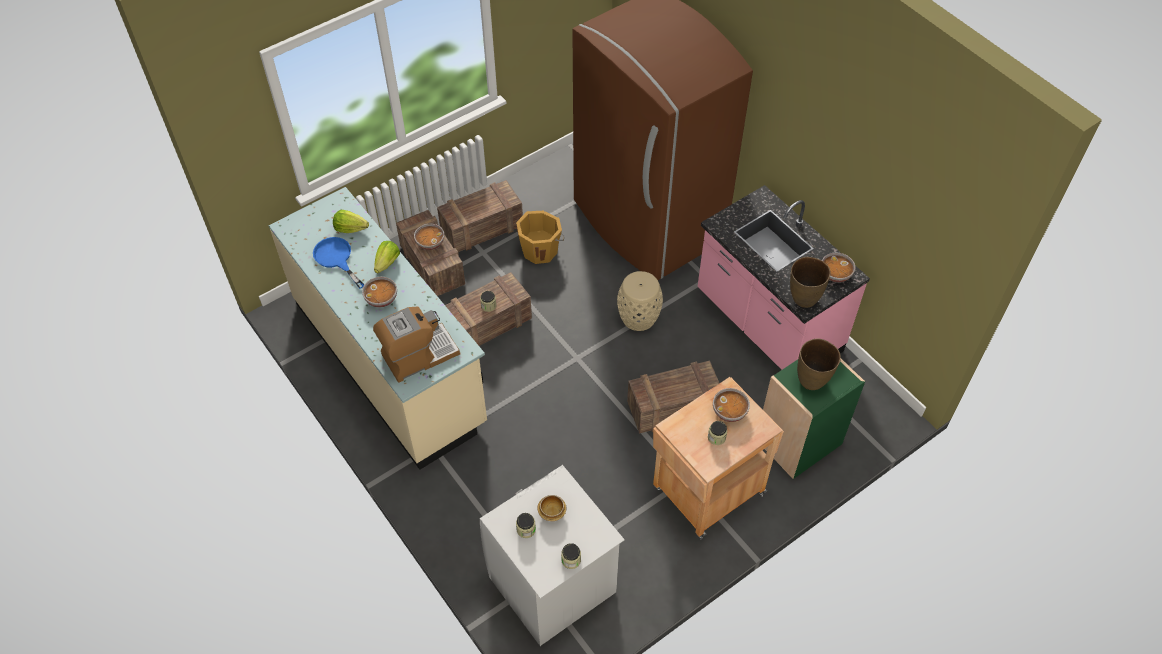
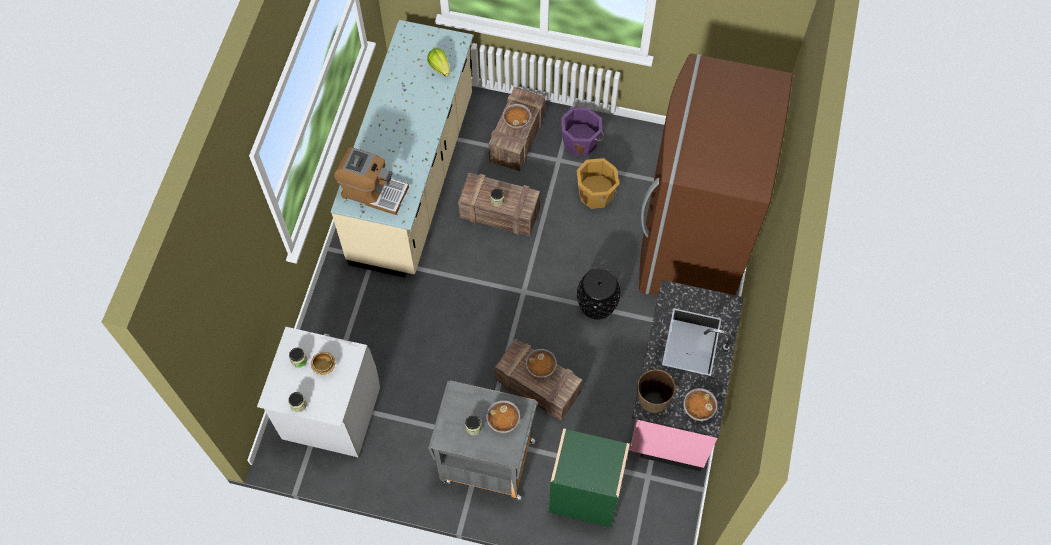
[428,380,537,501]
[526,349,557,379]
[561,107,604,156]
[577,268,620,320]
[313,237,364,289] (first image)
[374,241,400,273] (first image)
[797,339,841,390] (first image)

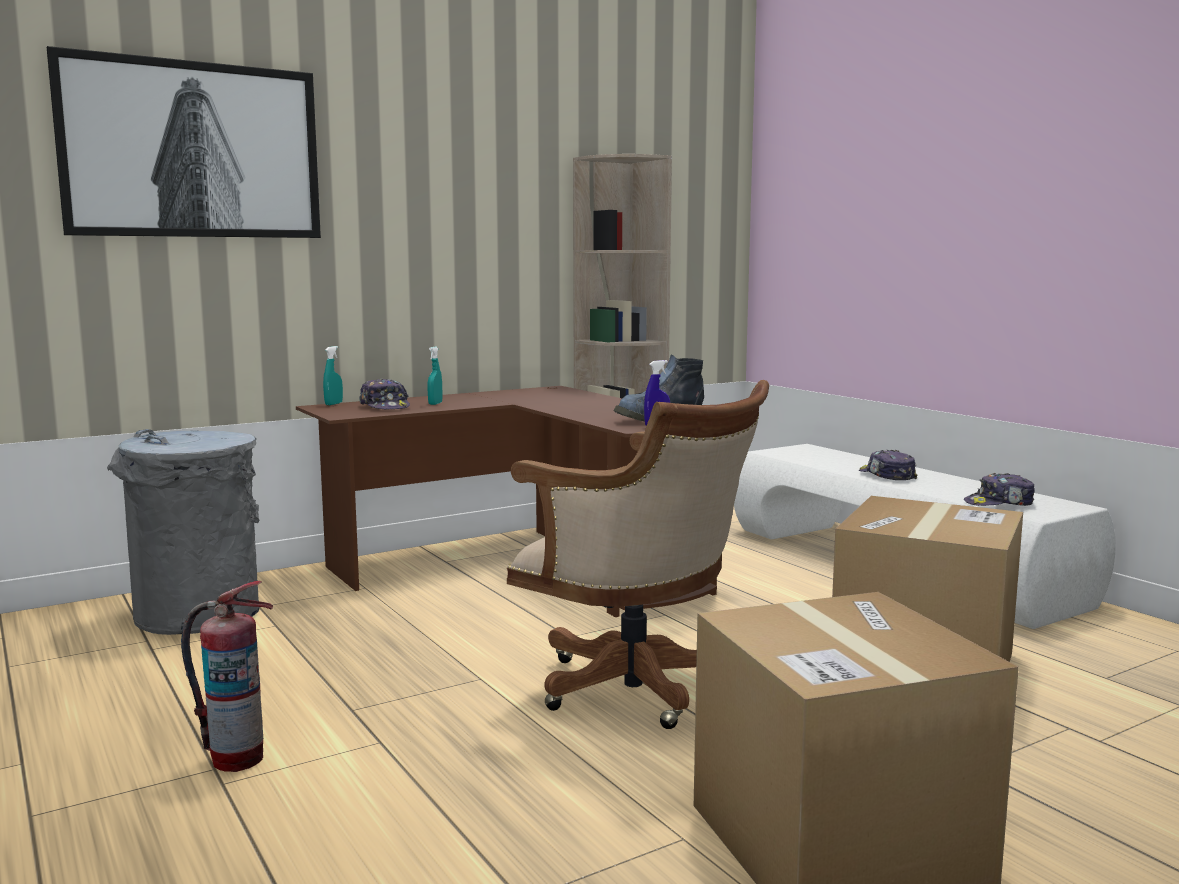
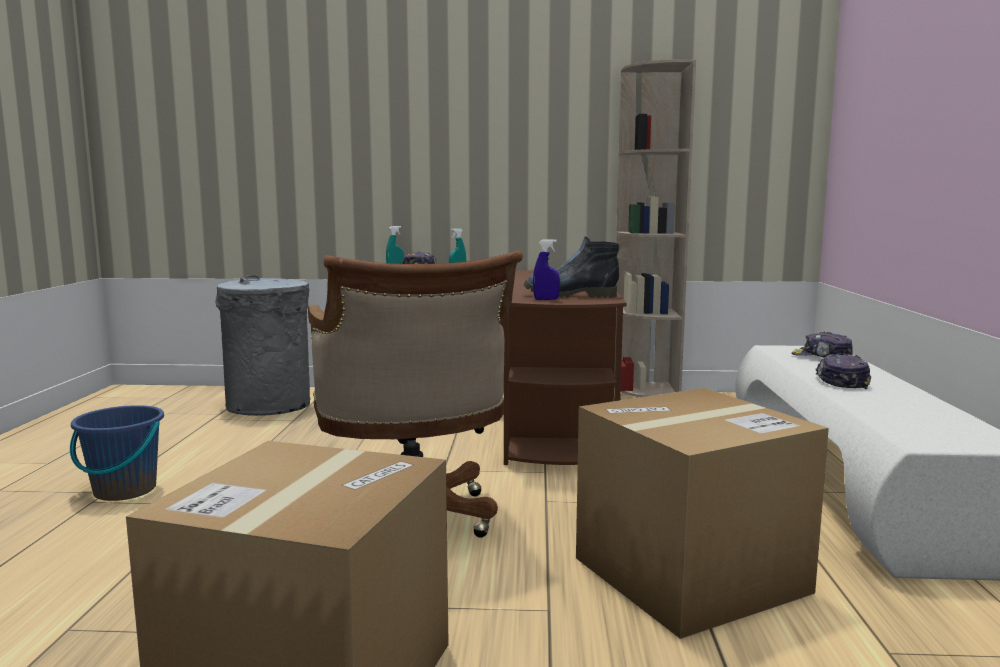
[70,405,164,501]
[791,332,853,358]
[47,46,321,238] (first image)

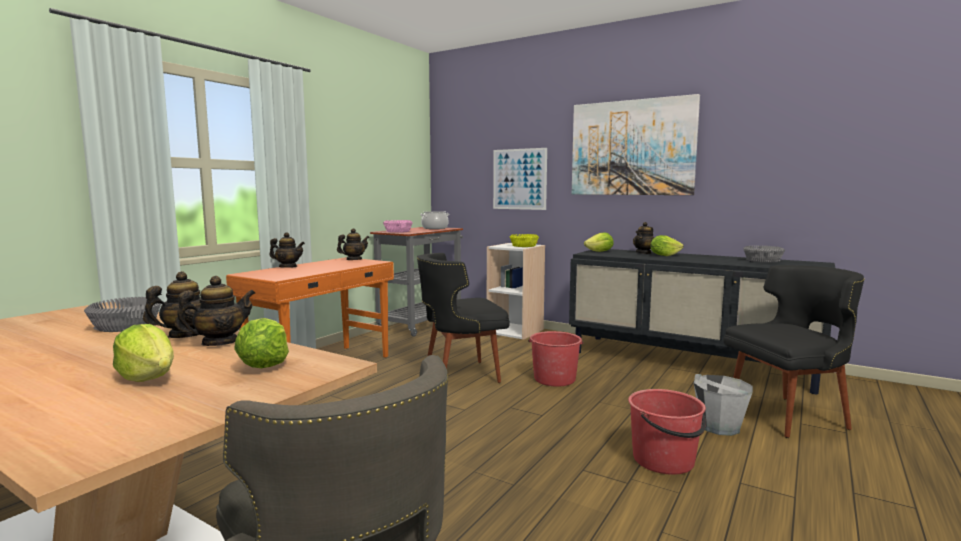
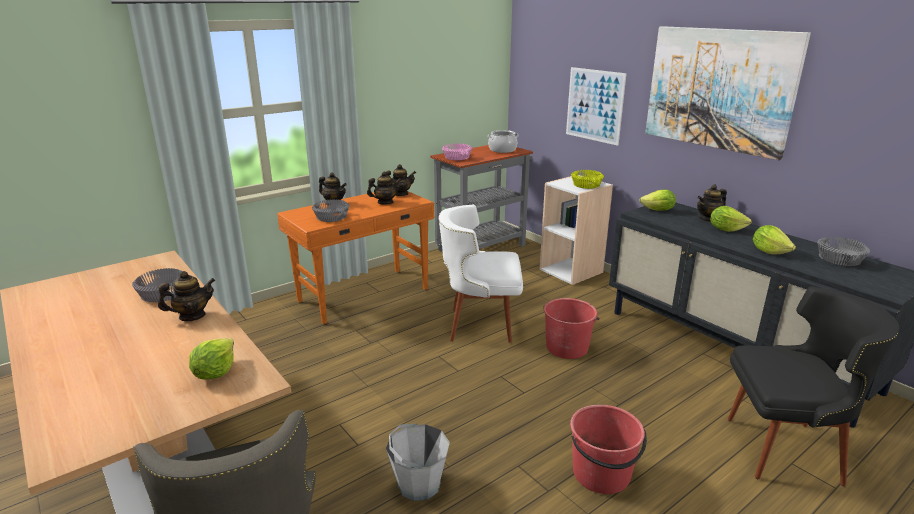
[312,199,350,222]
[367,171,401,205]
[386,424,450,501]
[439,205,523,343]
[753,225,796,255]

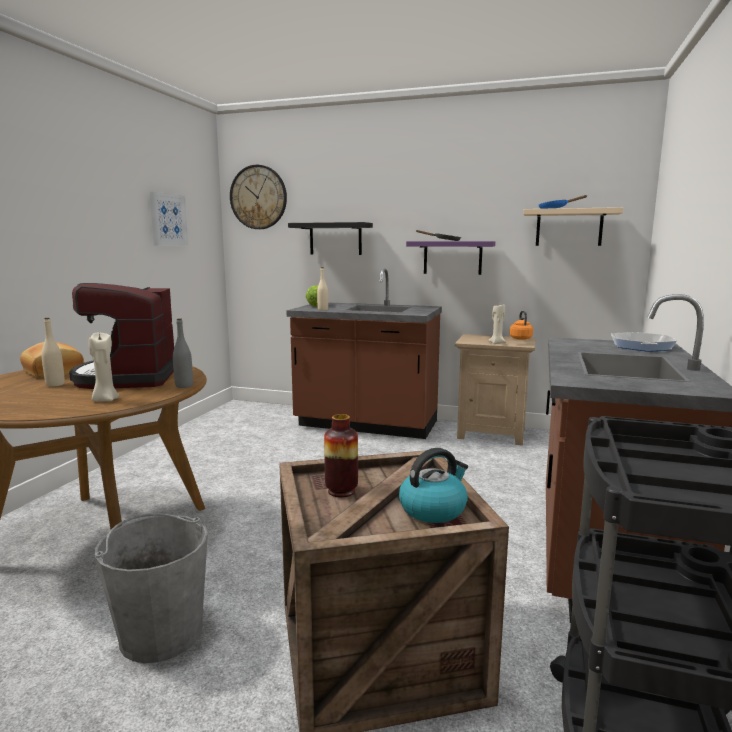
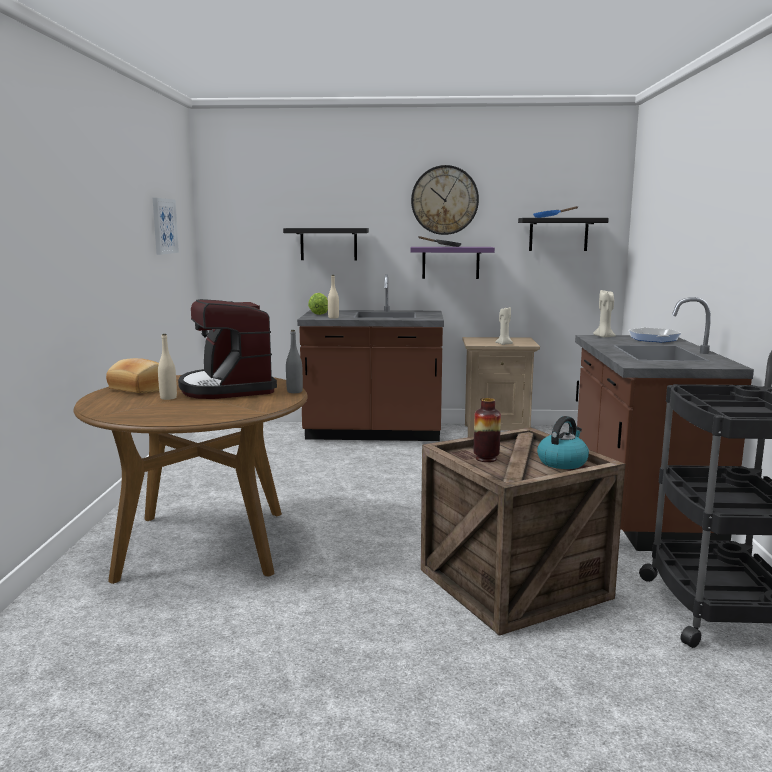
[411,165,479,235]
[518,218,609,251]
[593,289,616,338]
[95,513,208,663] (first image)
[510,311,533,340] (first image)

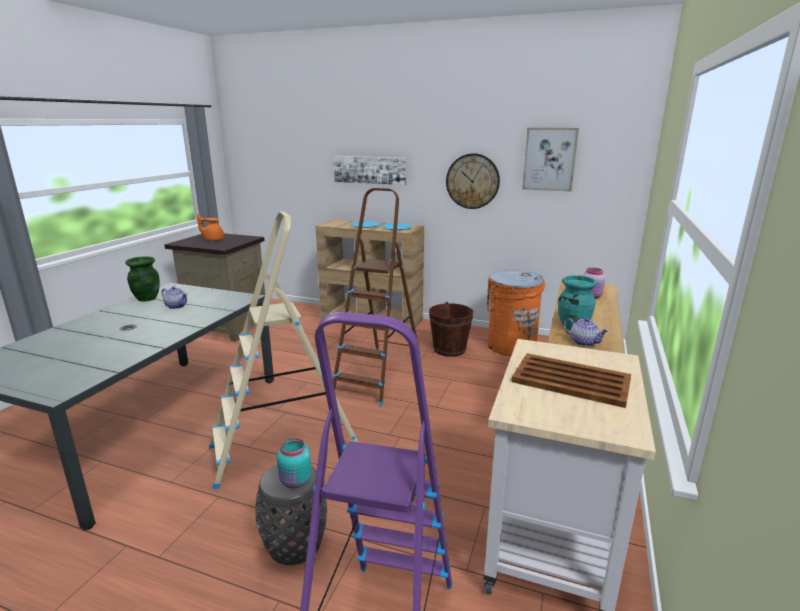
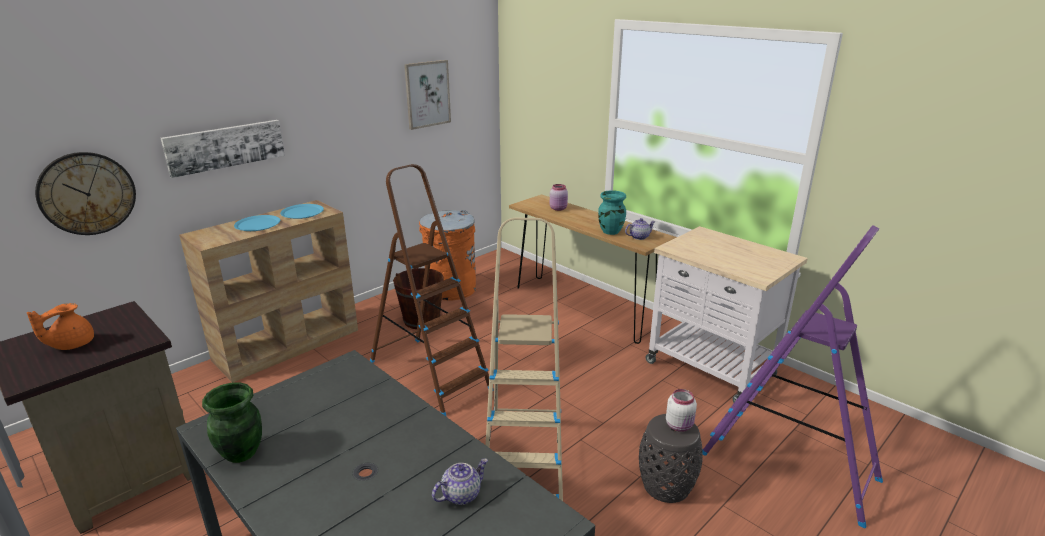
[35,152,136,235]
[432,458,488,505]
[666,389,697,432]
[511,353,631,408] (first image)

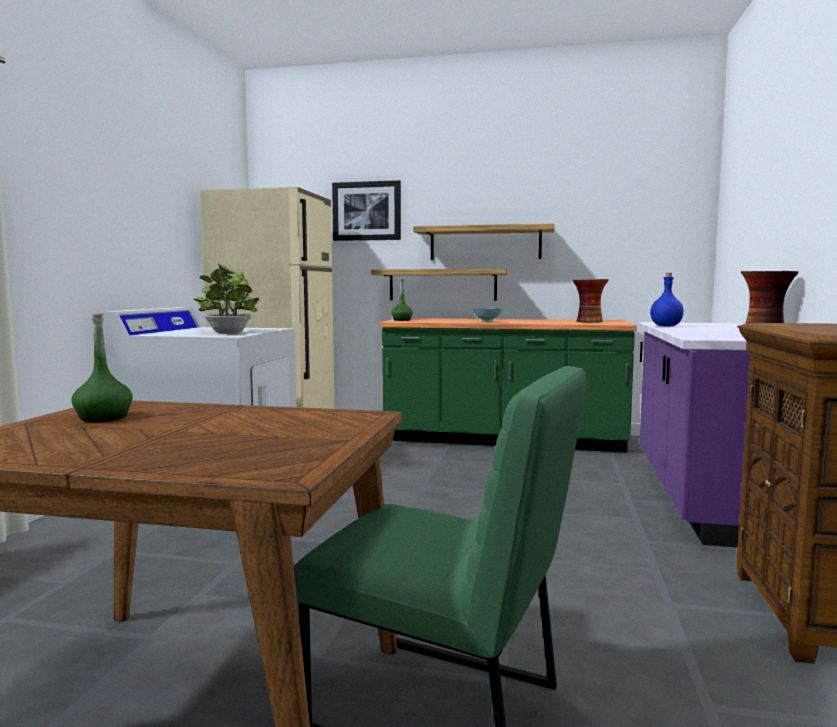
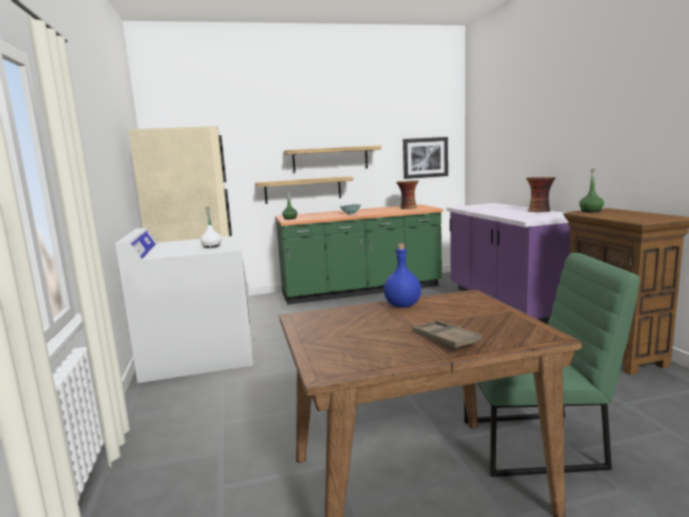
[200,206,222,248]
[384,243,421,308]
[403,137,448,179]
[412,320,482,350]
[579,169,604,212]

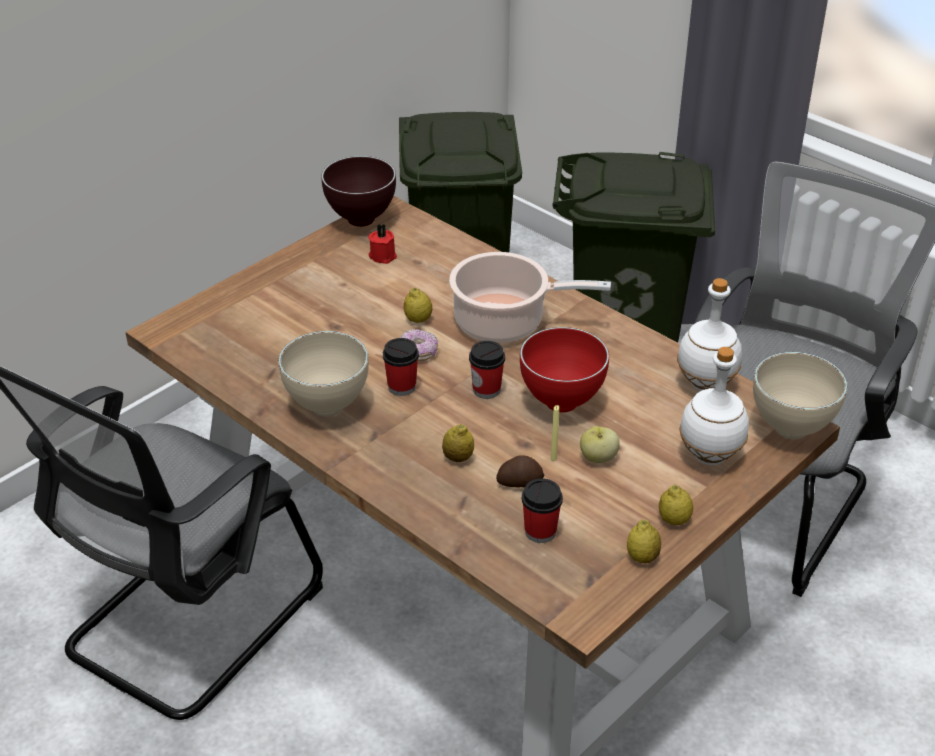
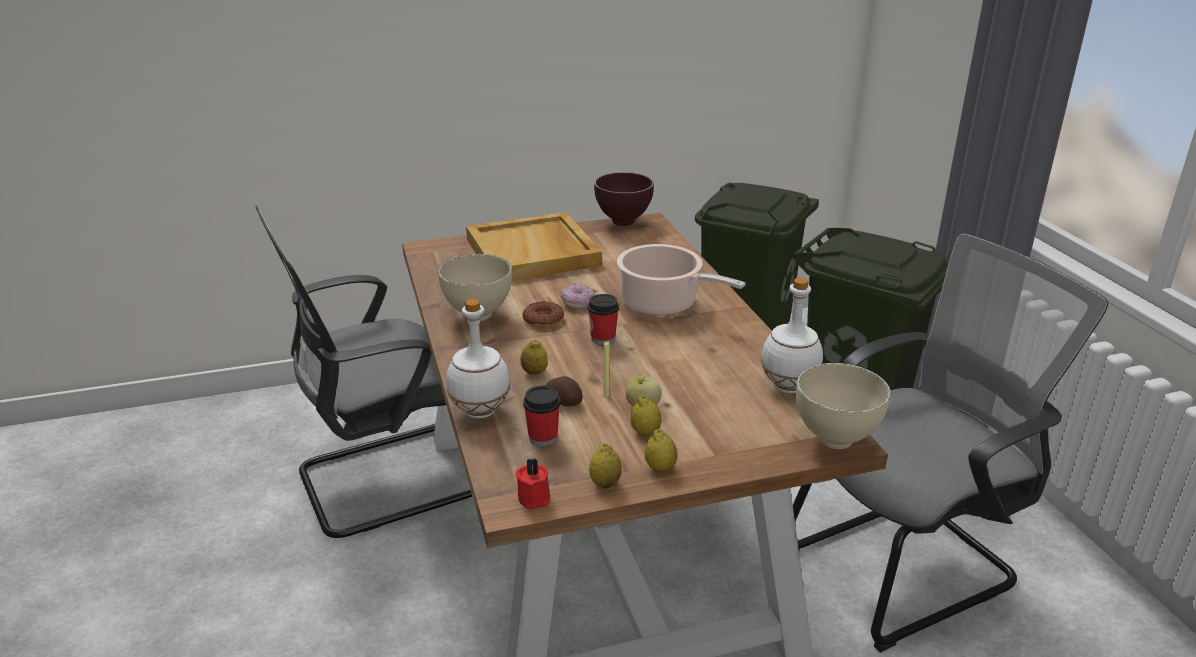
[447,299,510,418]
[466,212,602,281]
[515,458,550,510]
[523,301,564,327]
[631,395,661,436]
[520,327,609,413] (first image)

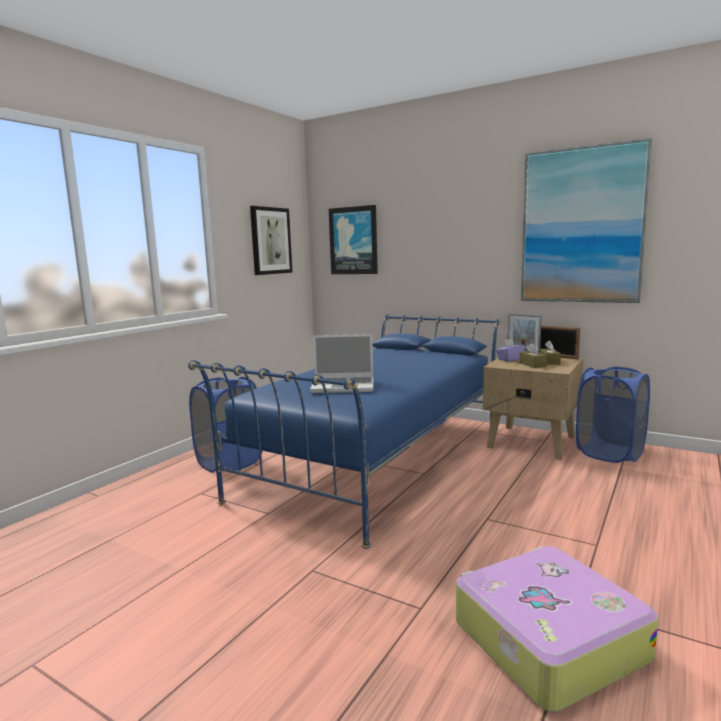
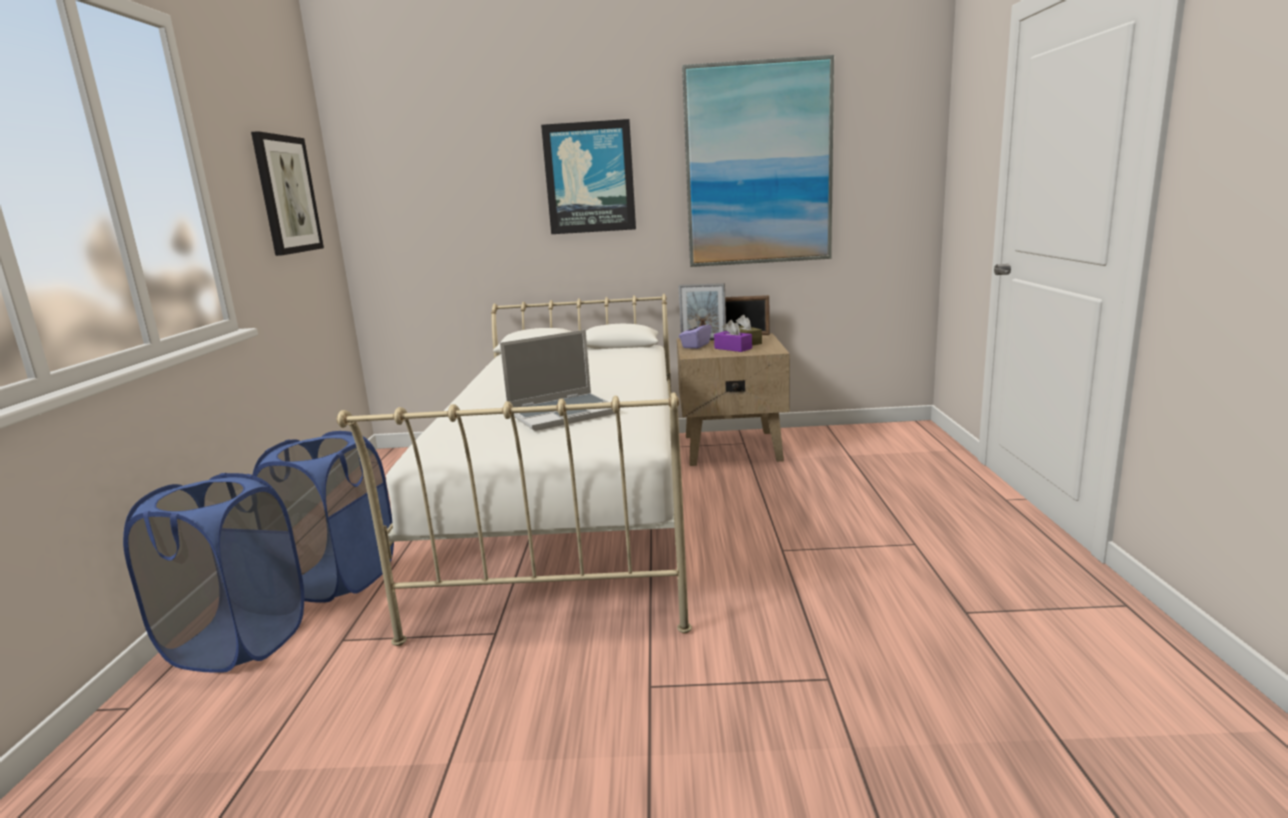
[123,473,304,673]
[337,294,692,646]
[541,119,636,234]
[714,320,752,352]
[456,546,659,712] (first image)

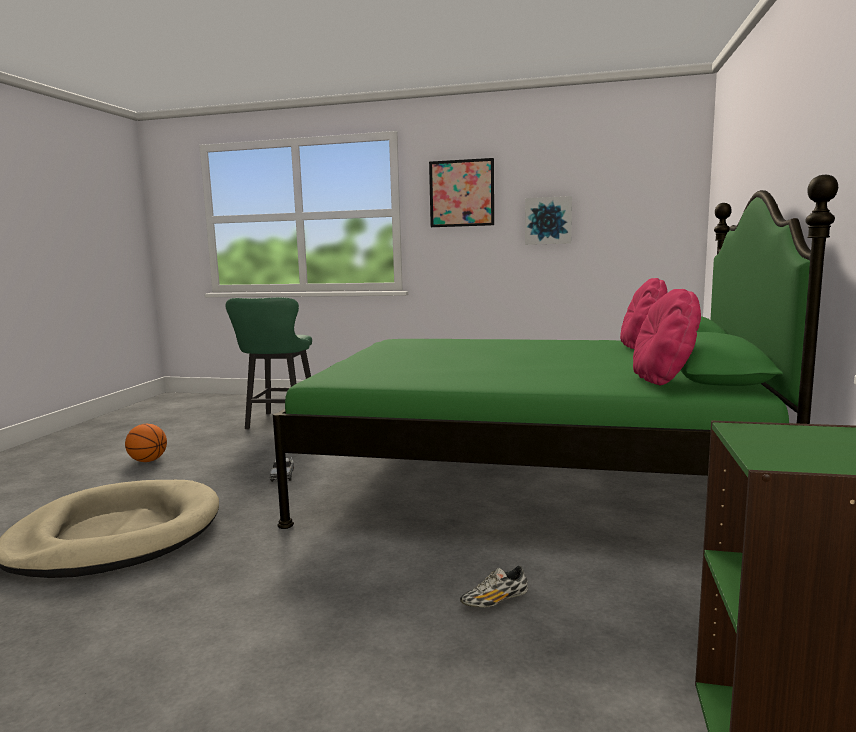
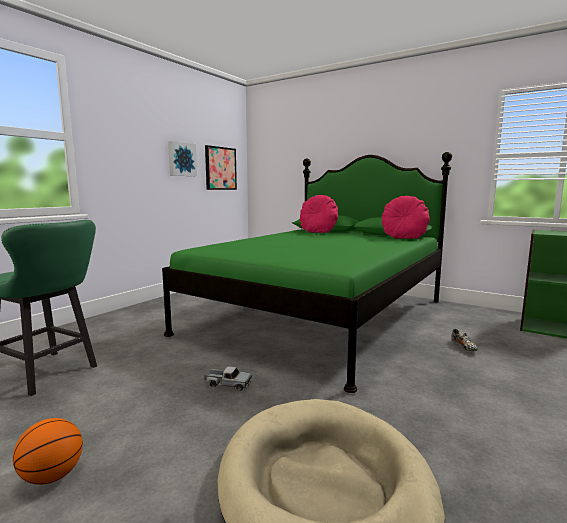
[205,145,237,190]

